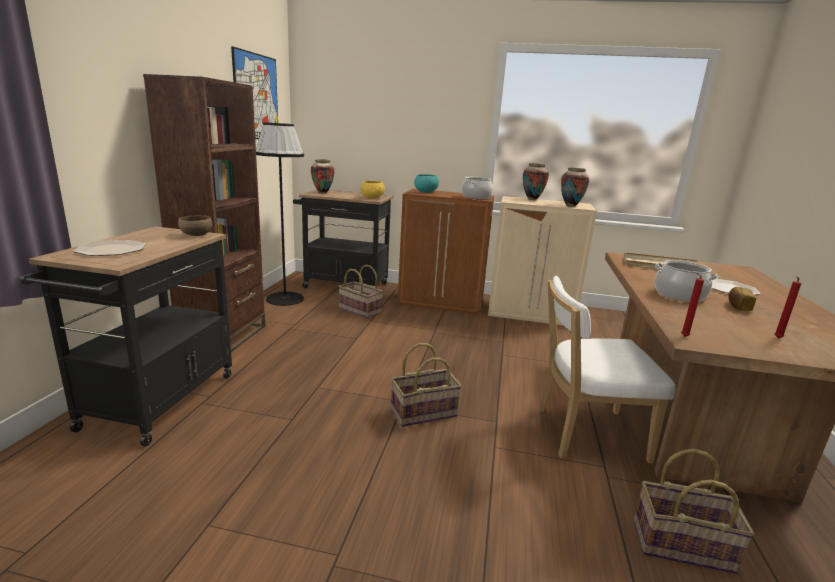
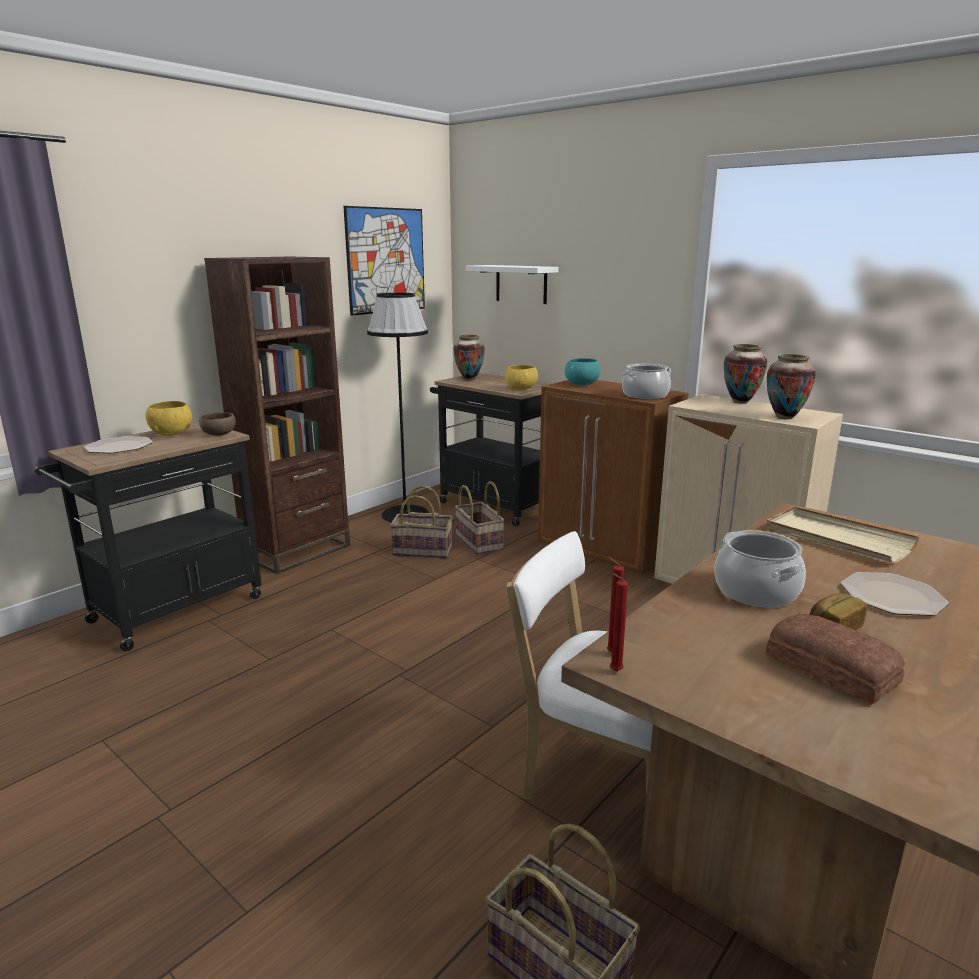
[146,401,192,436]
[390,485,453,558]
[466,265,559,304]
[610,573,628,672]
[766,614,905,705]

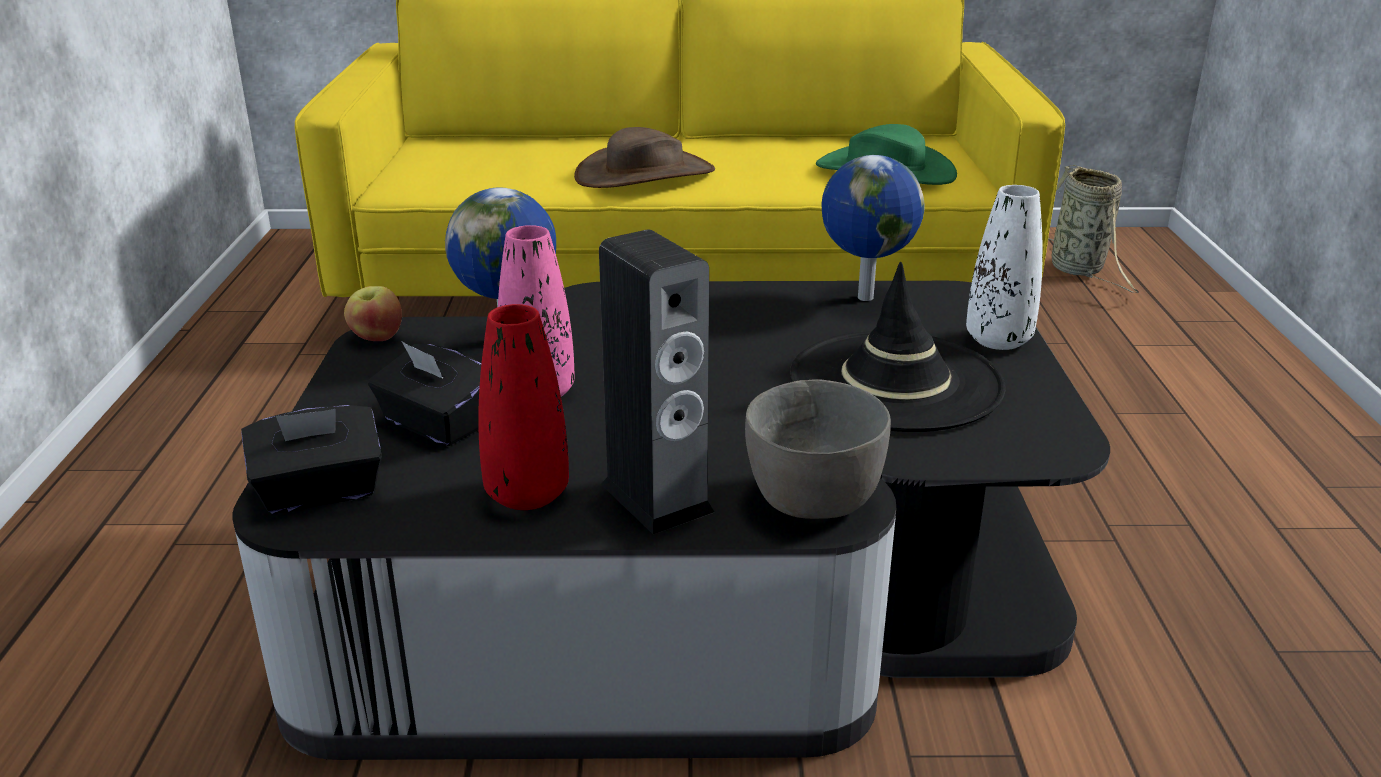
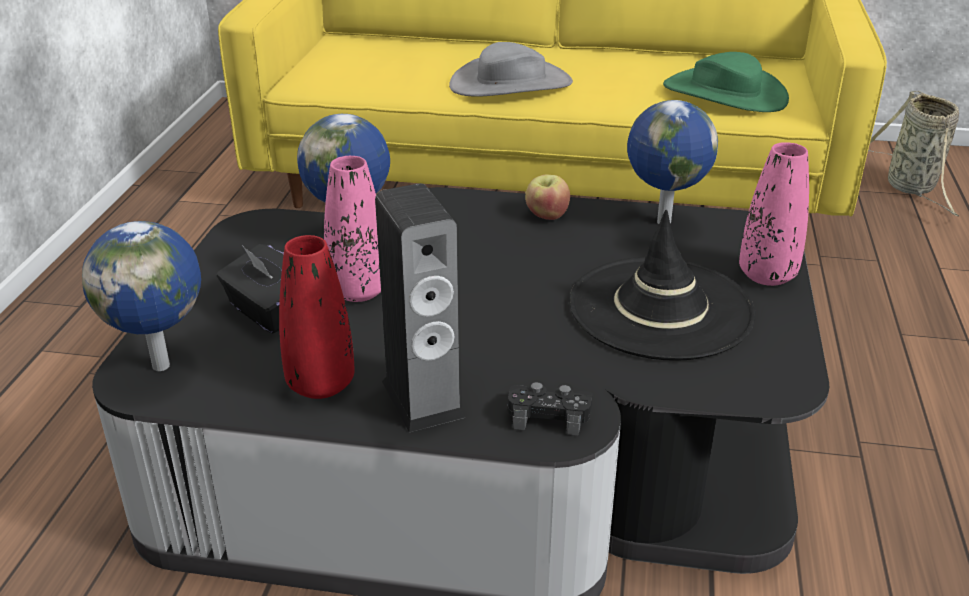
[82,221,201,371]
[449,42,573,97]
[507,382,593,435]
[525,175,570,220]
[739,142,809,286]

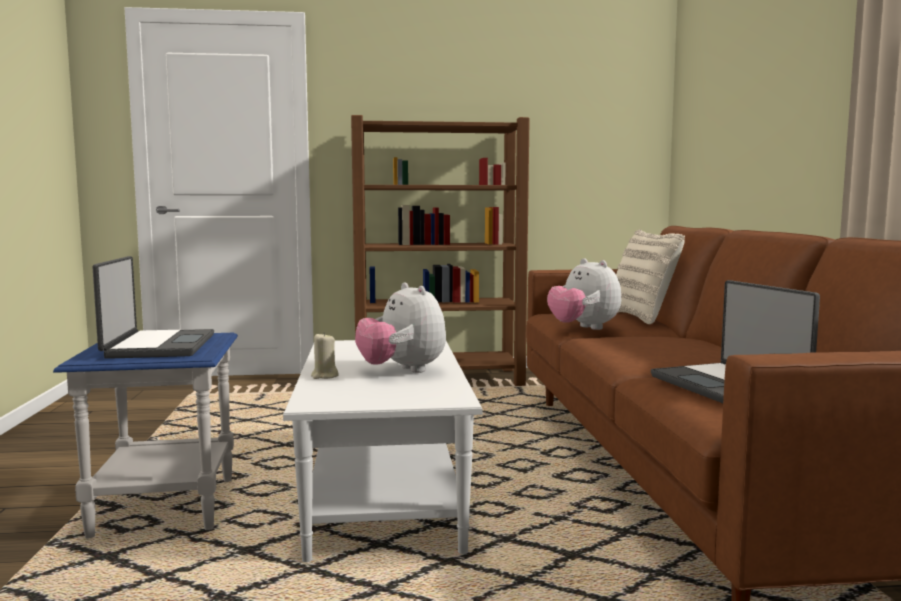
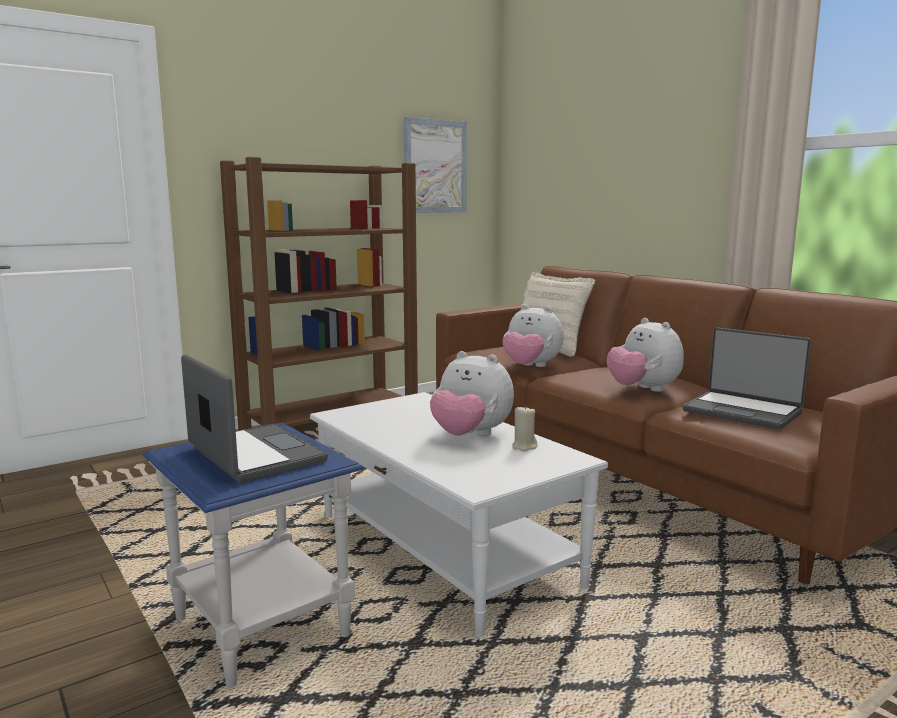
[404,117,467,213]
[512,405,538,452]
[607,318,684,392]

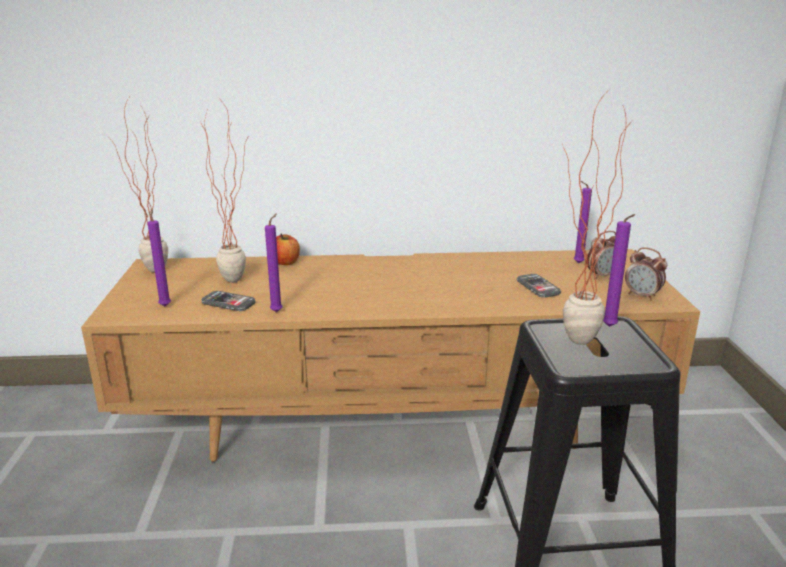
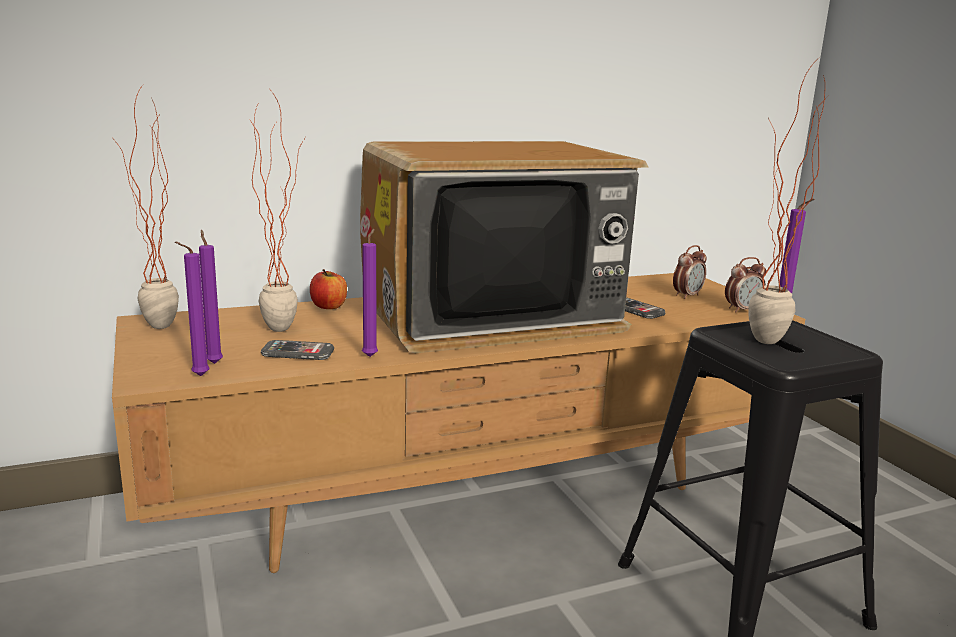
[175,242,209,376]
[360,141,649,353]
[725,257,766,312]

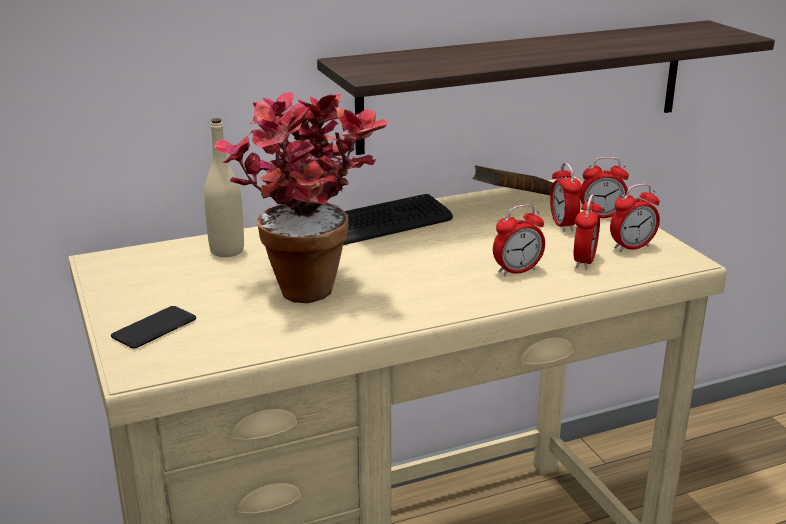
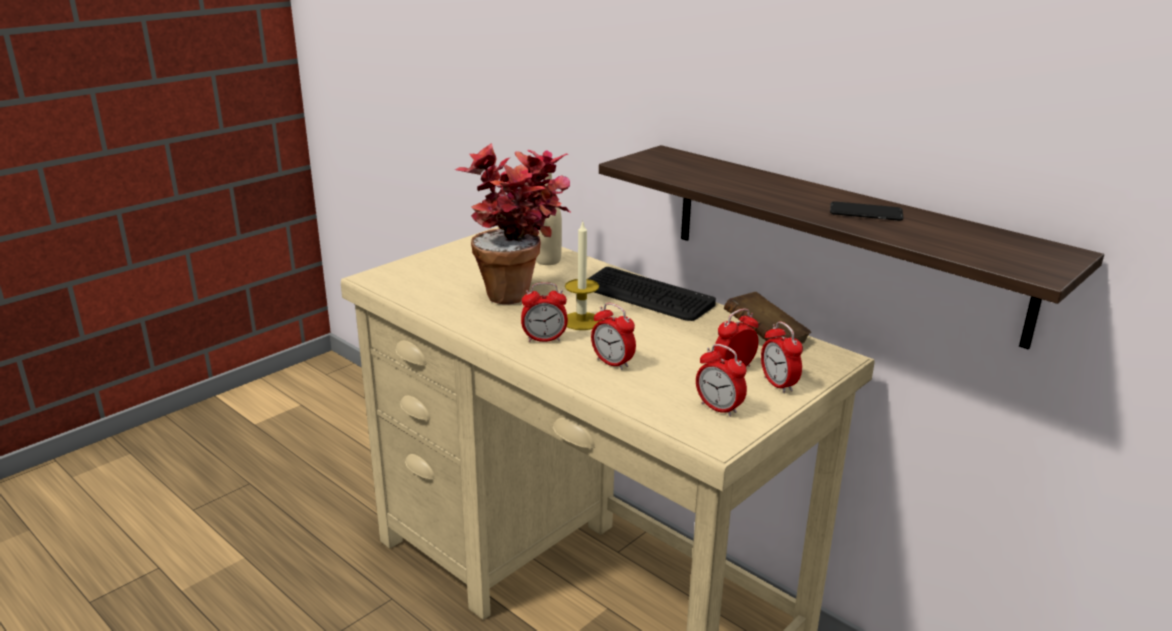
[521,282,568,342]
[565,220,601,330]
[830,201,904,221]

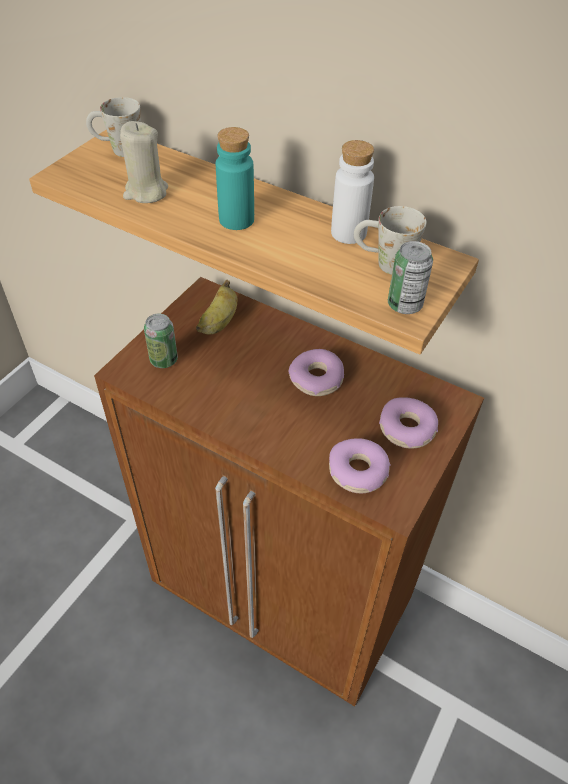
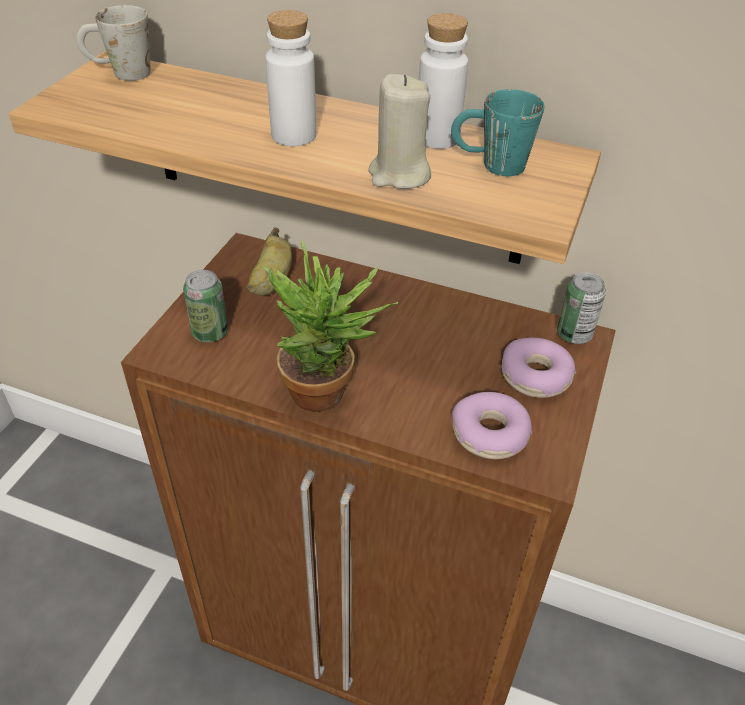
[263,240,398,412]
[265,10,316,146]
[368,74,431,189]
[451,89,544,176]
[557,272,606,344]
[288,349,344,396] (first image)

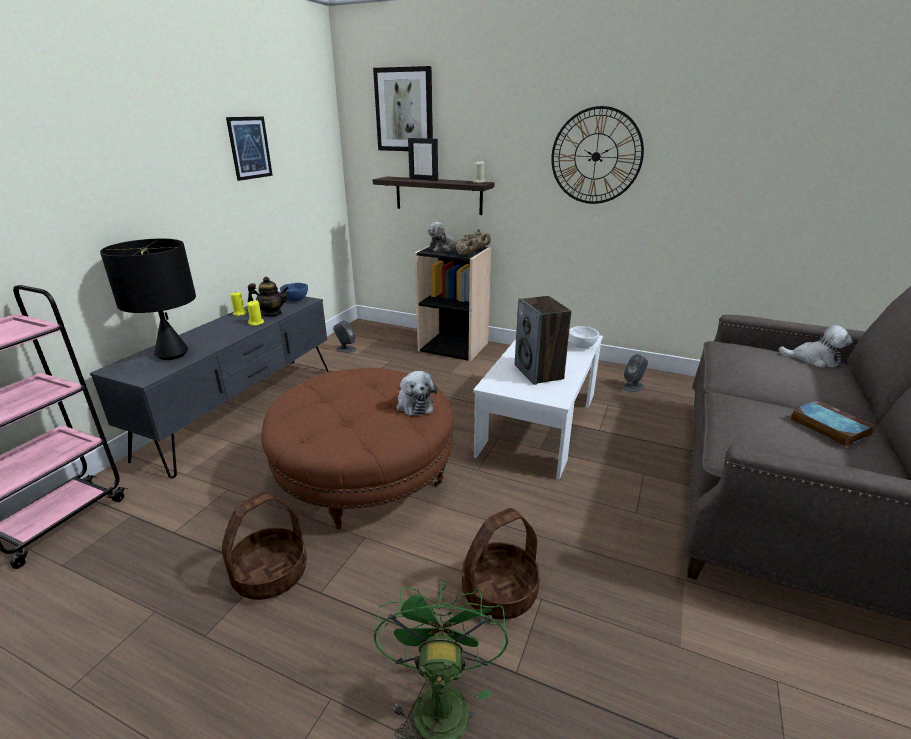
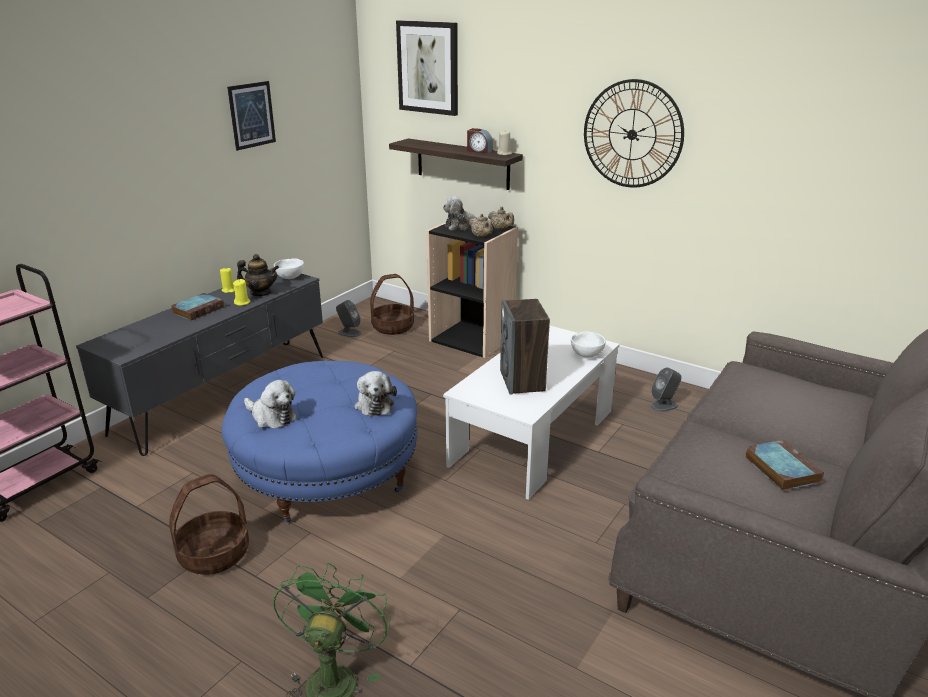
[171,293,224,321]
[222,361,417,523]
[244,380,297,428]
[274,258,304,279]
[370,274,414,335]
[467,128,493,153]
[100,239,196,360] (first image)
[408,138,438,181] (first image)

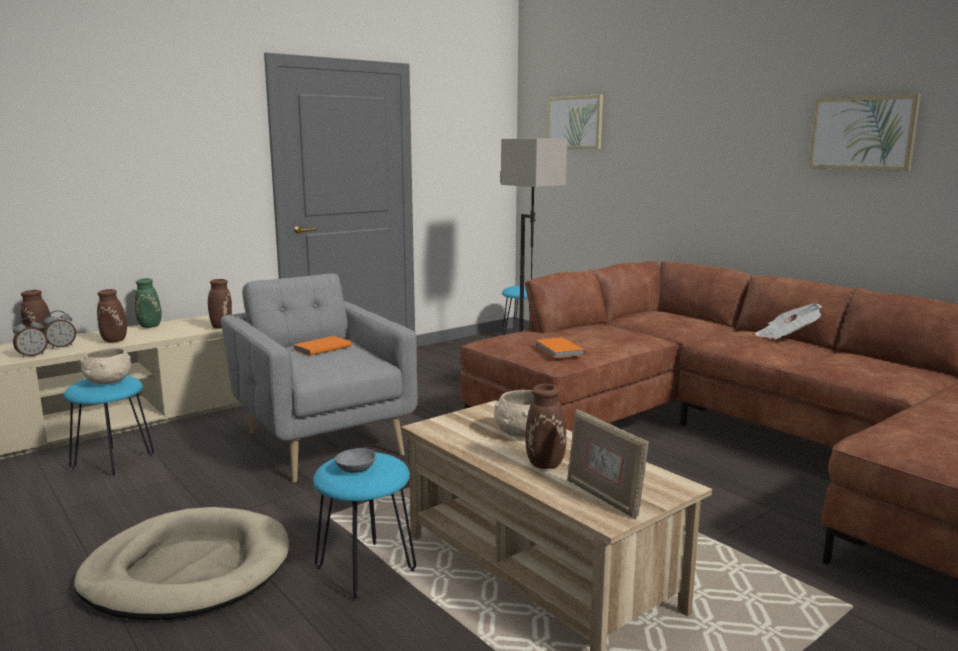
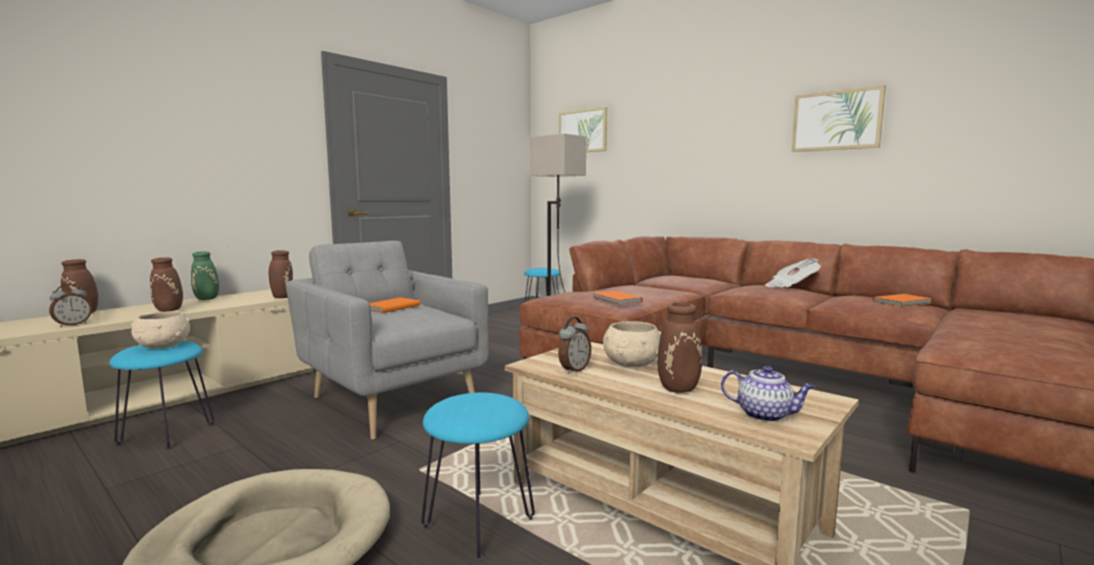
[558,317,591,374]
[721,366,815,422]
[872,294,932,307]
[335,448,376,473] (first image)

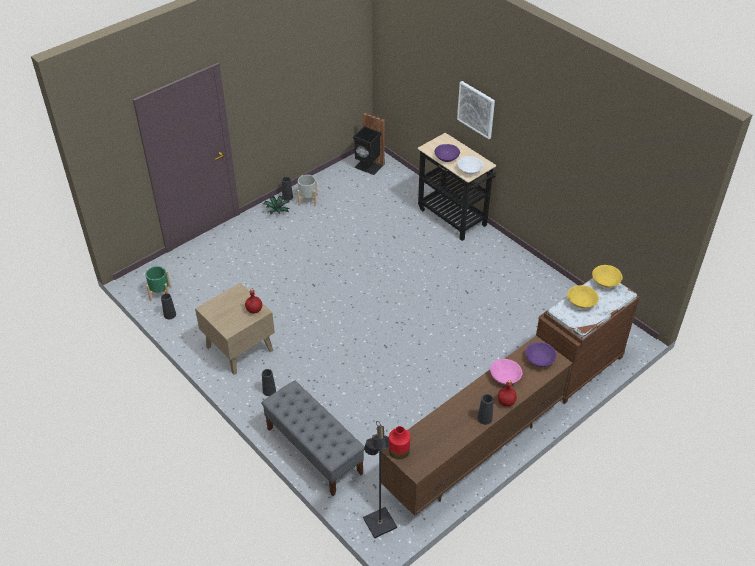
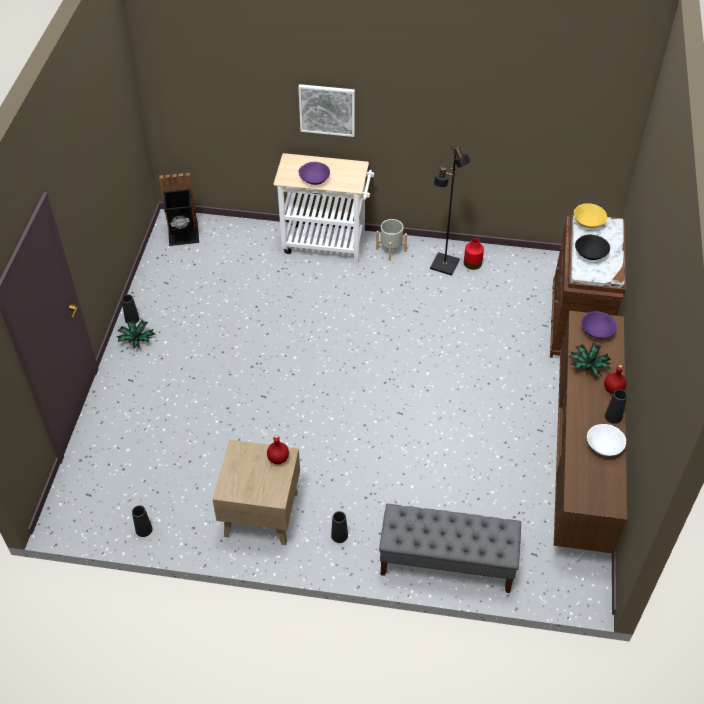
[274,153,374,262]
[376,219,407,261]
[430,144,470,275]
[464,238,484,270]
[569,343,612,378]
[575,235,610,260]
[587,424,626,456]
[146,266,171,301] (first image)

